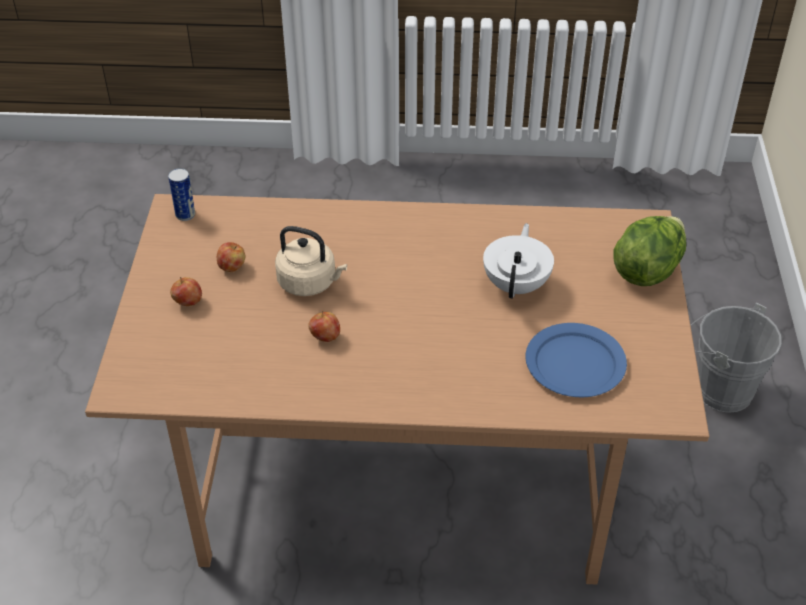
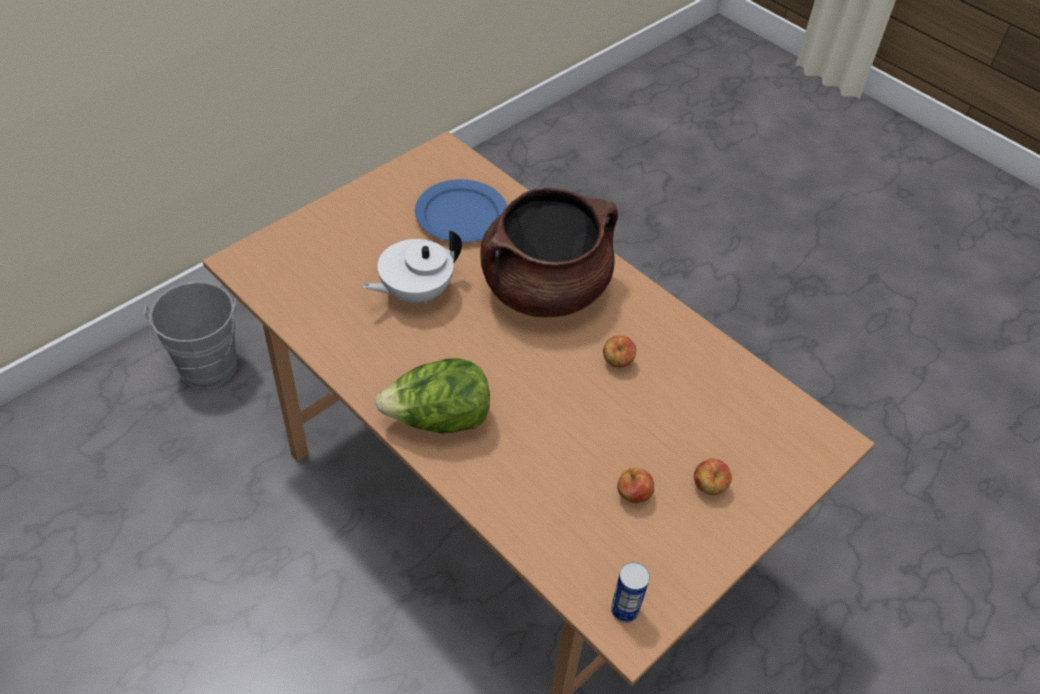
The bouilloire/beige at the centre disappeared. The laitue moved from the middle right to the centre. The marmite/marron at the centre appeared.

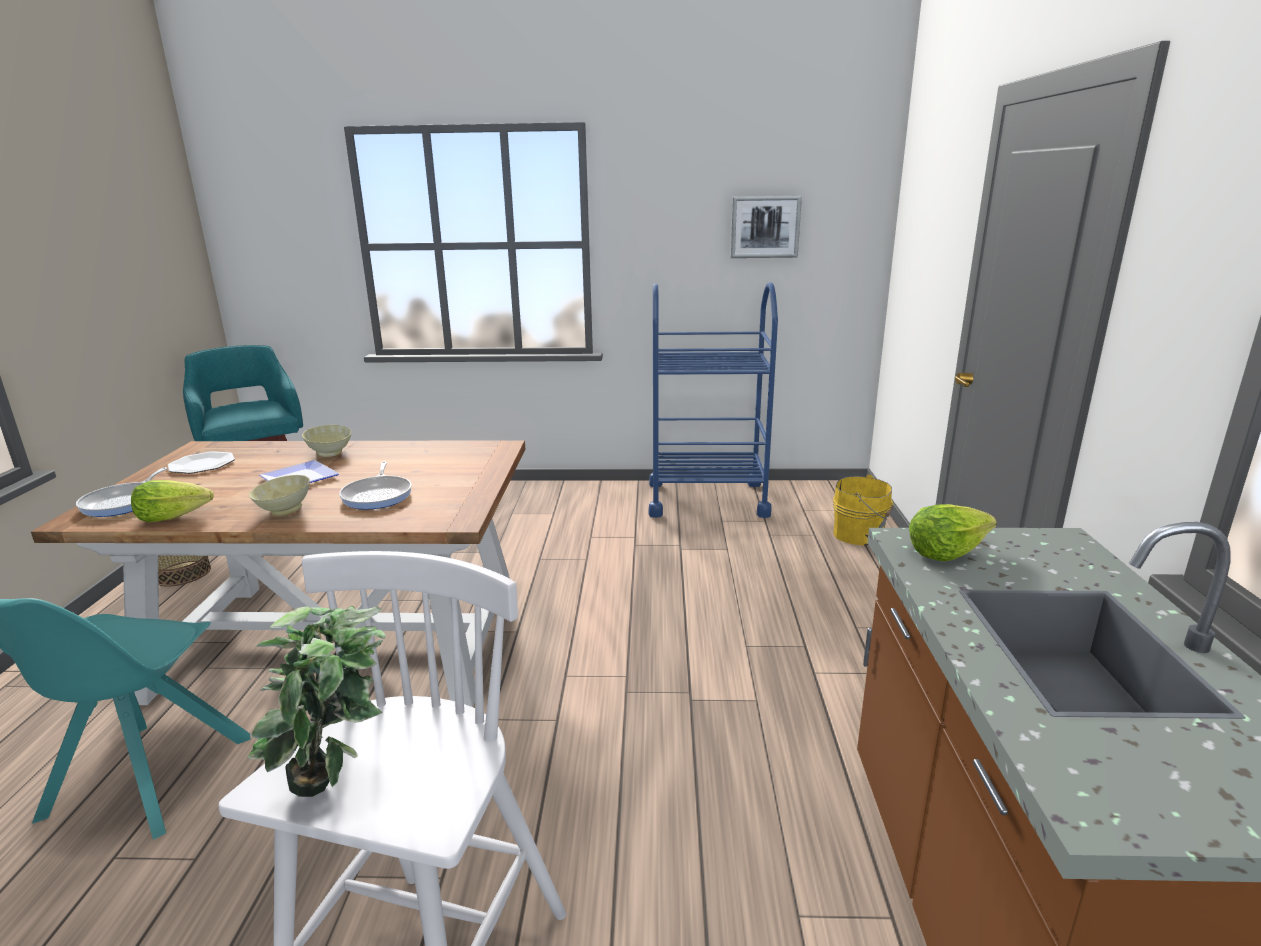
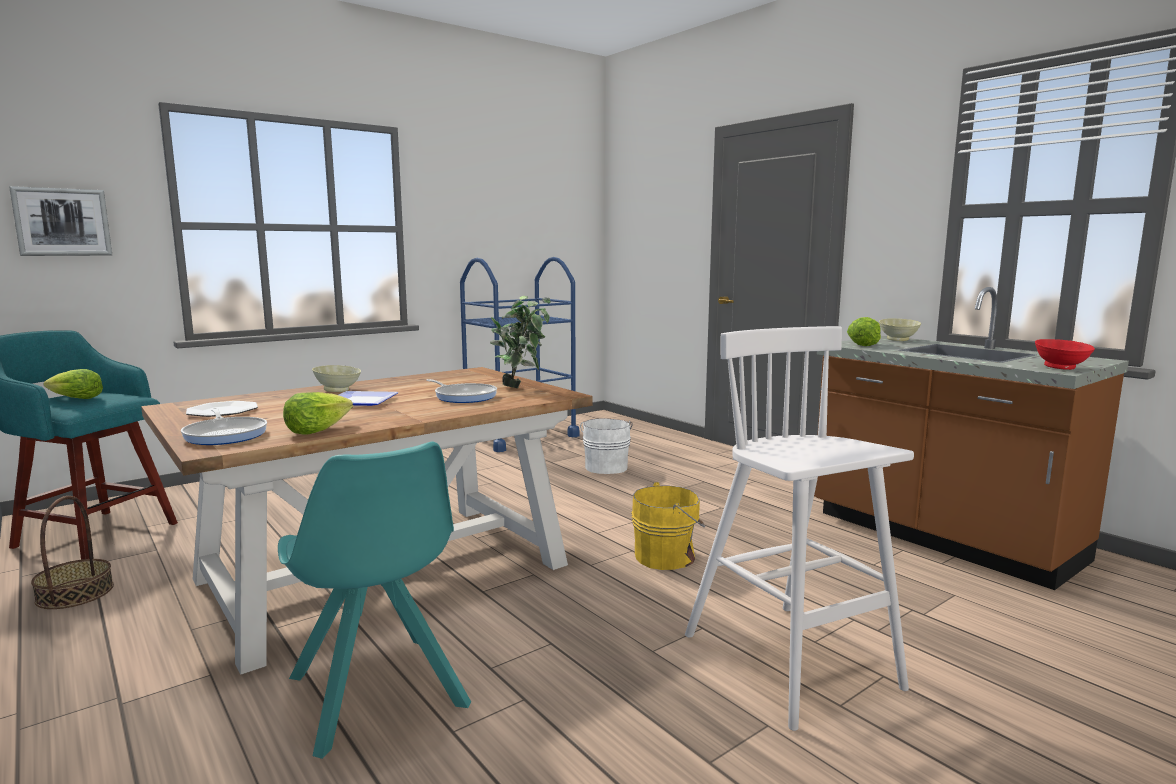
The plante en pot moved from the bottom left to the centre. The bol/beige (no. 1 from left in the first image) moved from the middle left to the middle right. The tableau moved from the top centre to the top left. The seau/jaune moved from the middle right to the bottom centre. The laitue (no. 1 from left) at the middle left appeared. The seau/blanc at the centre appeared. The bol/rouge at the middle right appeared.

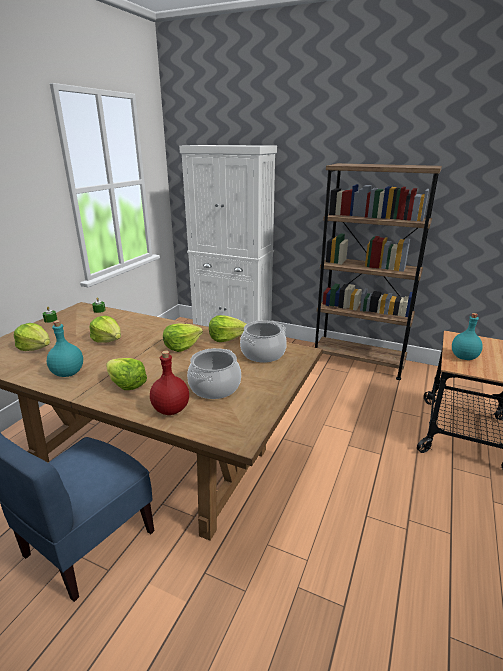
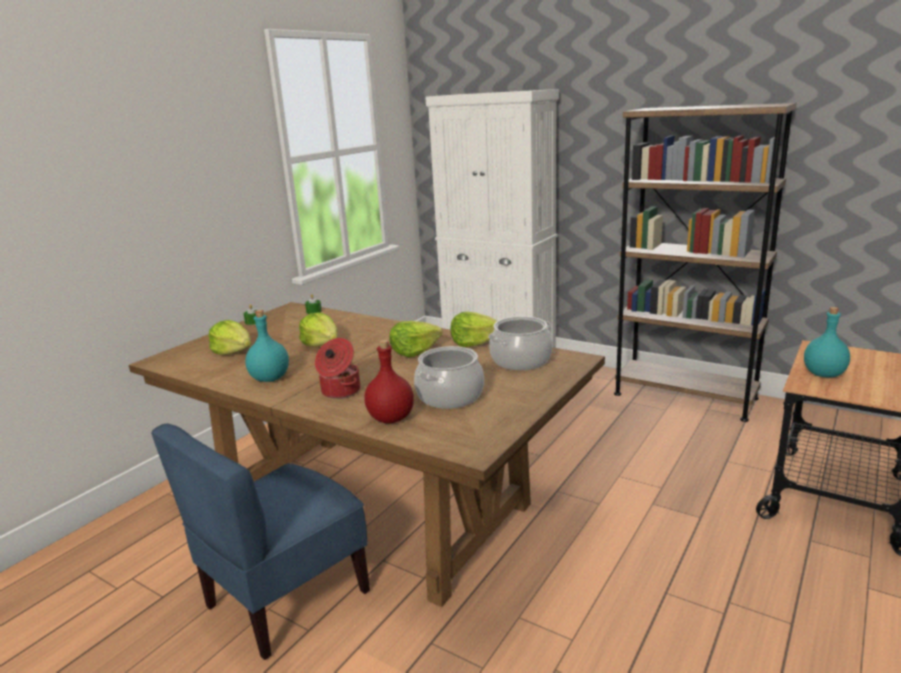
The laitue (no. 3 from left) at the middle left was replaced by the marmite (no. 1 from left) at the centre.

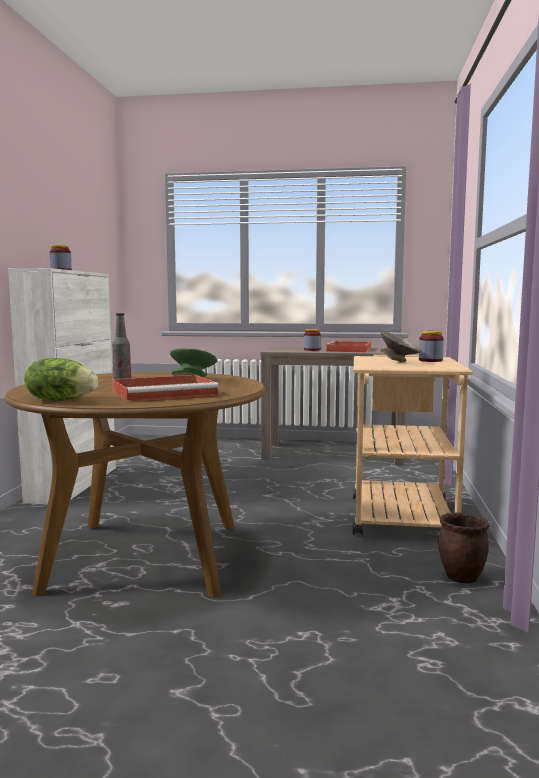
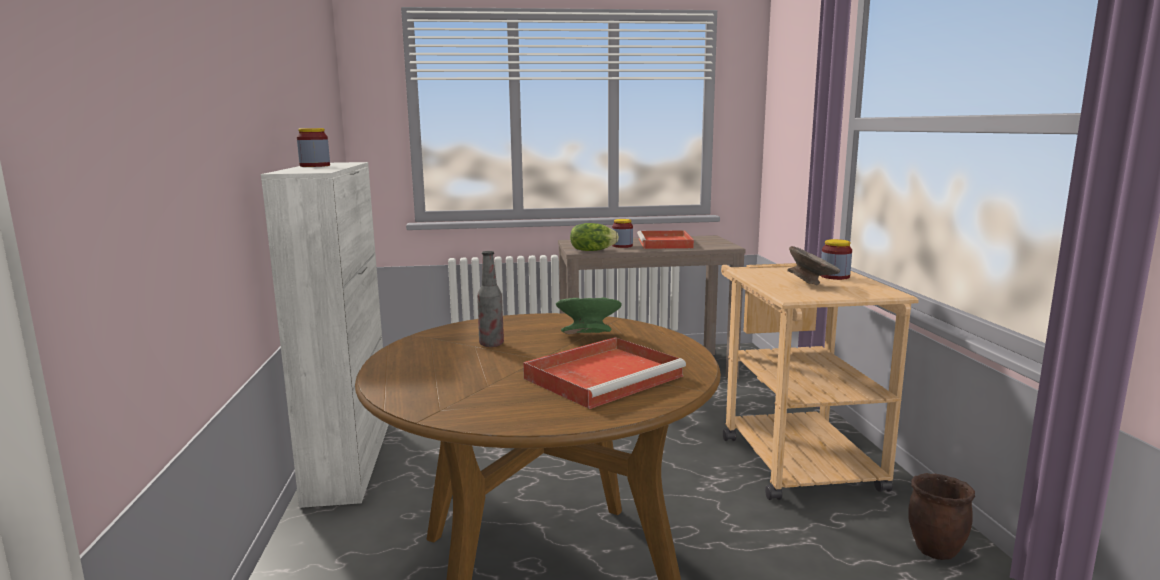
The laitue moved from the middle left to the centre.

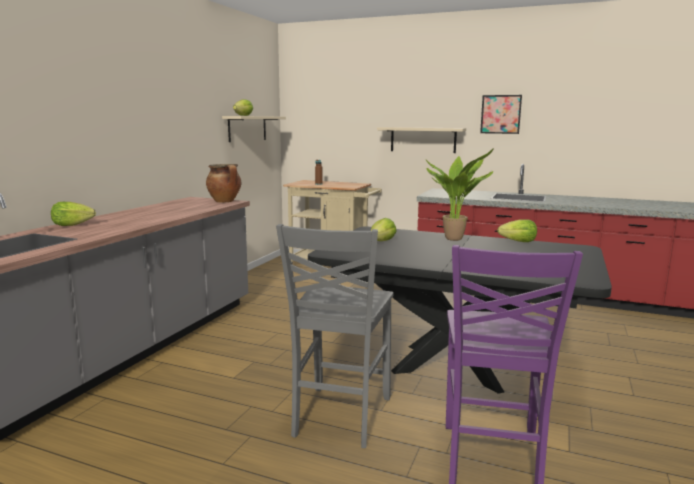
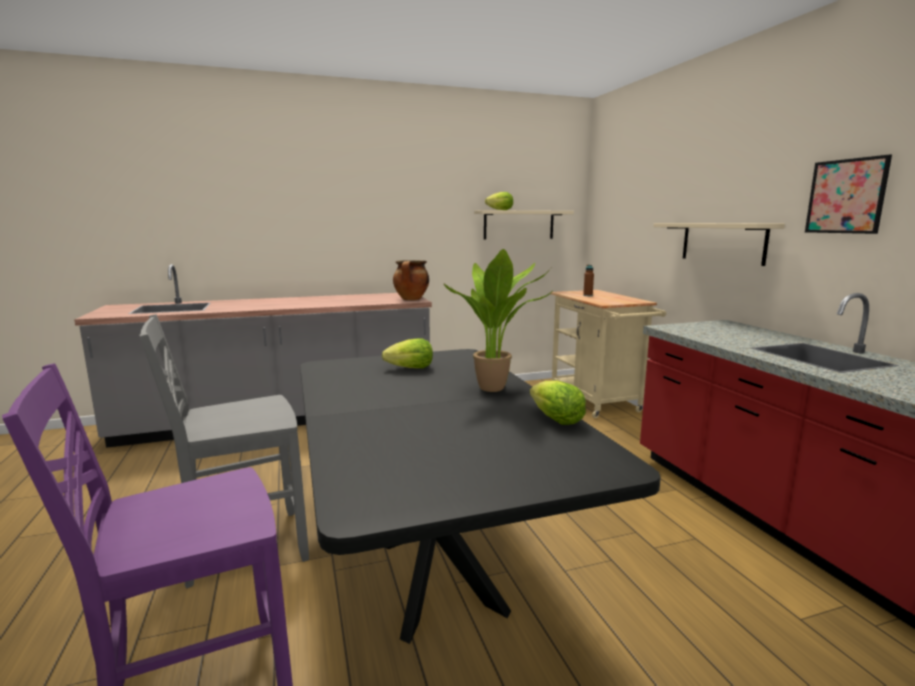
The laitue (no. 1 from left) at the middle left disappeared.

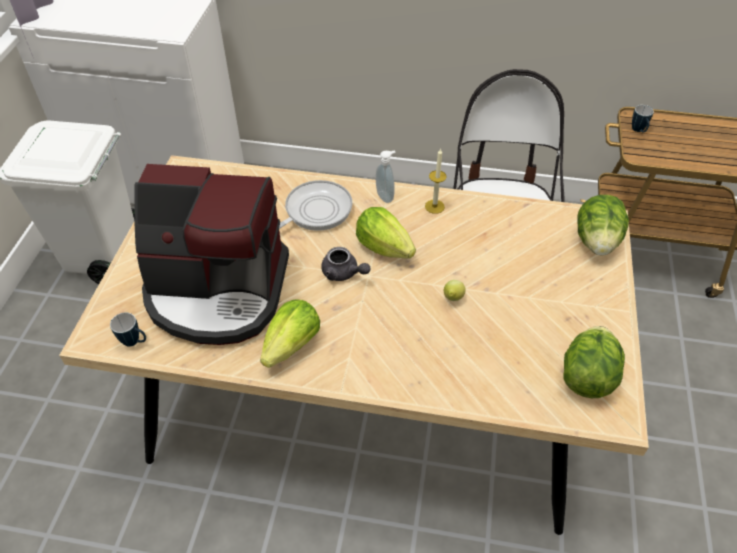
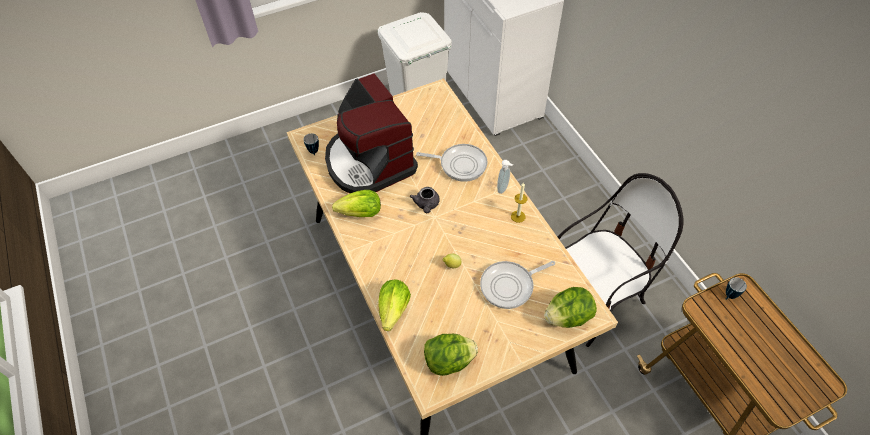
The laitue (no. 2 from left) moved from the centre to the bottom centre. The poêle (no. 2 from left) at the centre appeared.

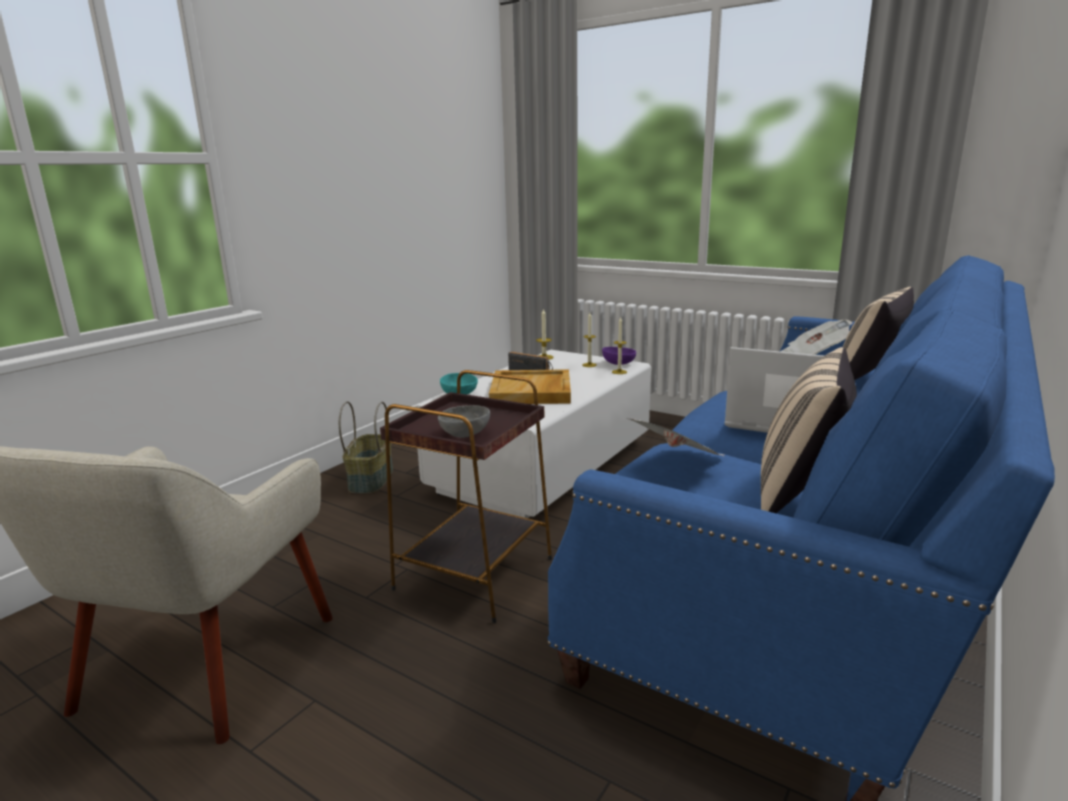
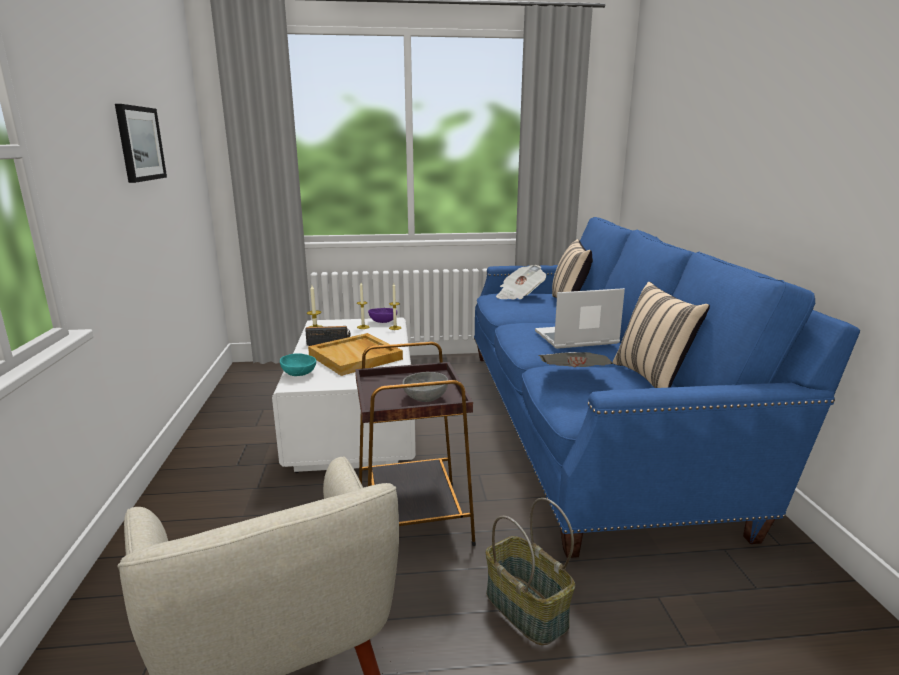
The panier moved from the centre to the bottom centre. The tableau at the top left appeared.

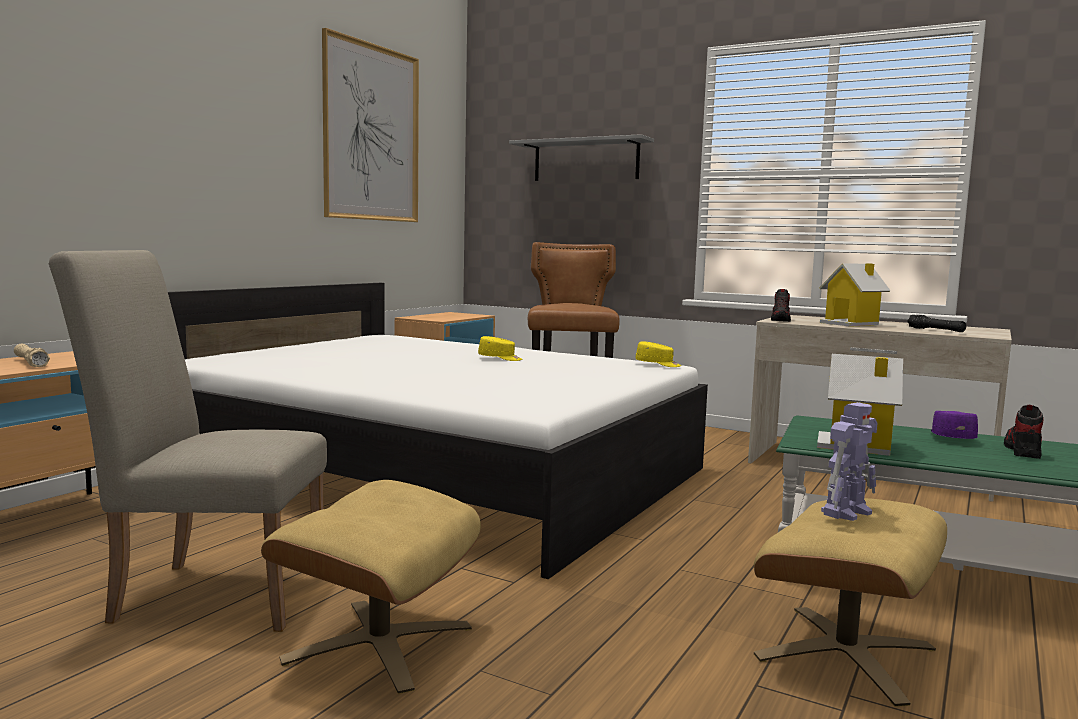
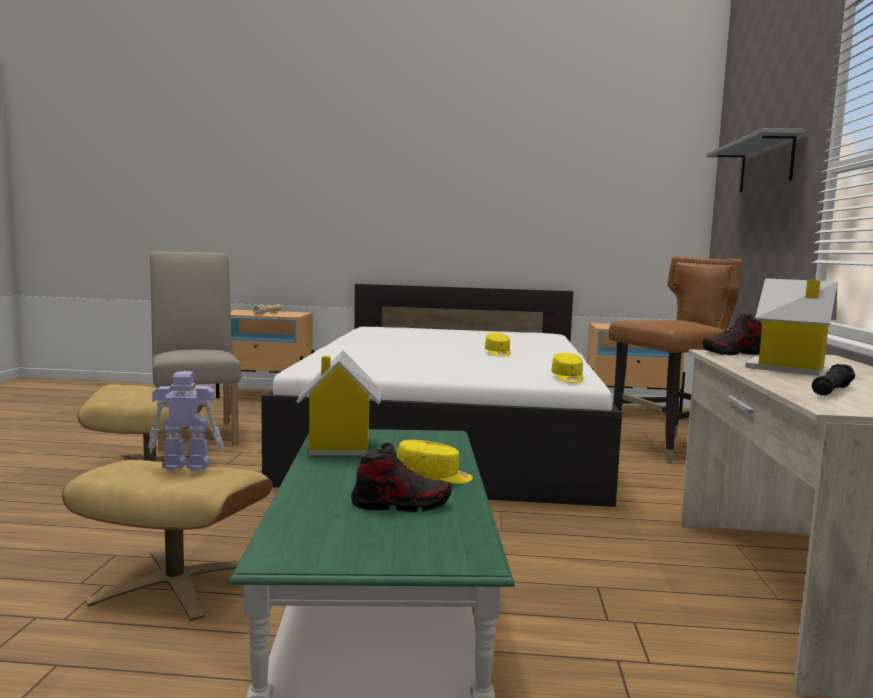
The tableau at the top centre disappeared. The robot jouet at the middle right turned 150 degrees clockwise. The casquette/violet at the middle right became the casquette/jaune (no. 1 from left) at the centre.

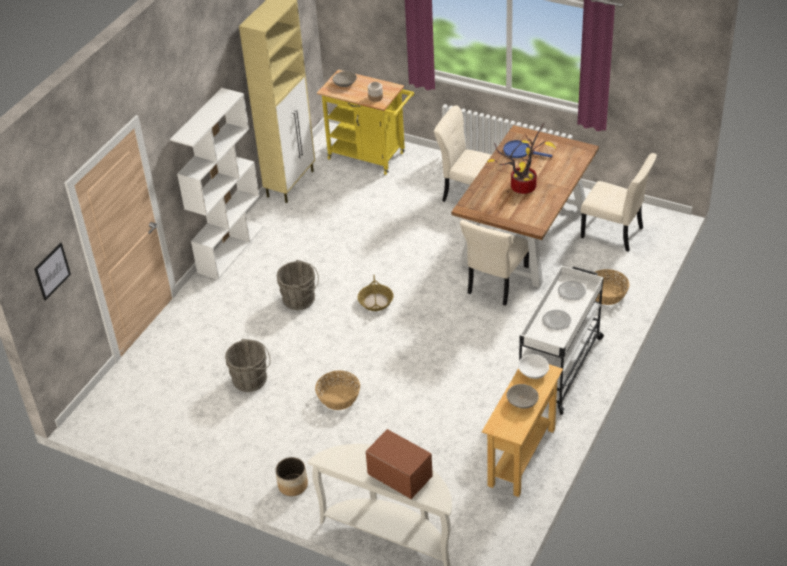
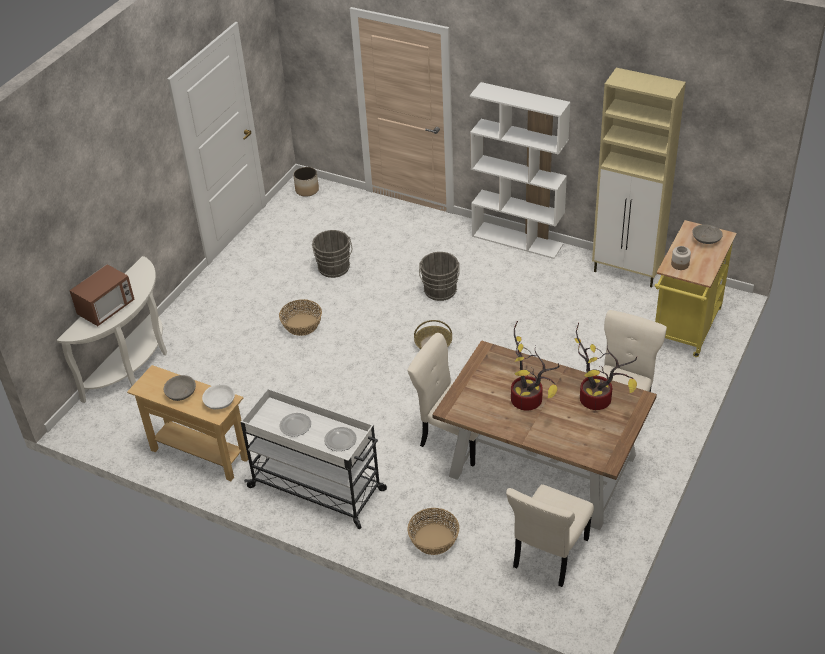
The tableau at the middle left disappeared. The cache-pot moved from the bottom centre to the top centre. The poêle/bleu at the top right was replaced by the plante en pot (no. 2 from left) at the middle right.

